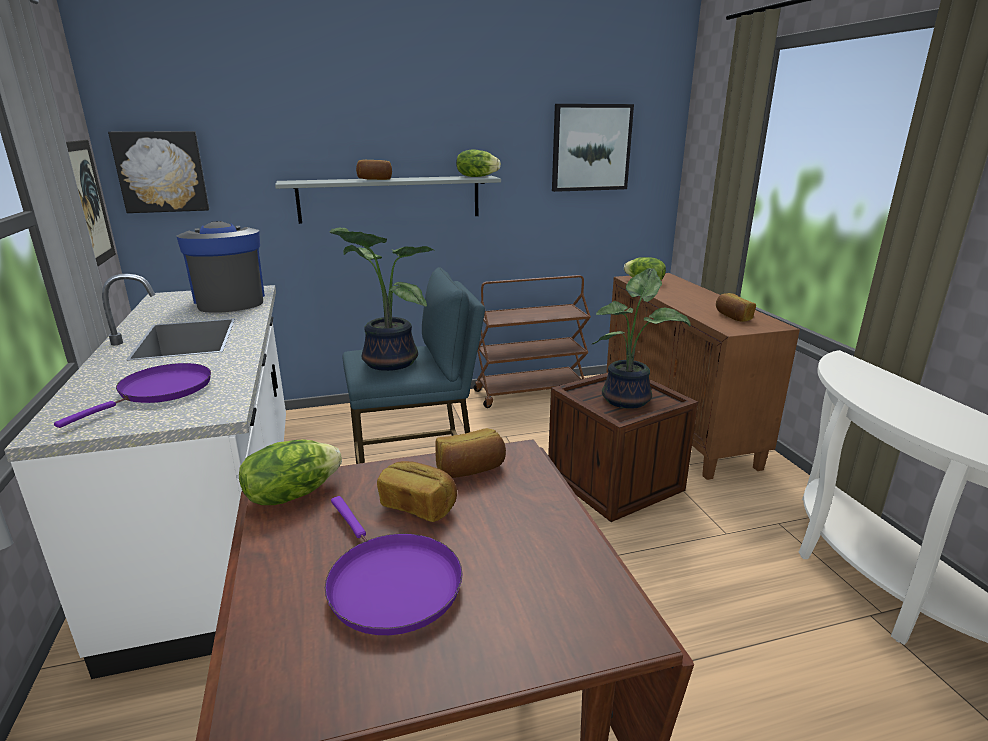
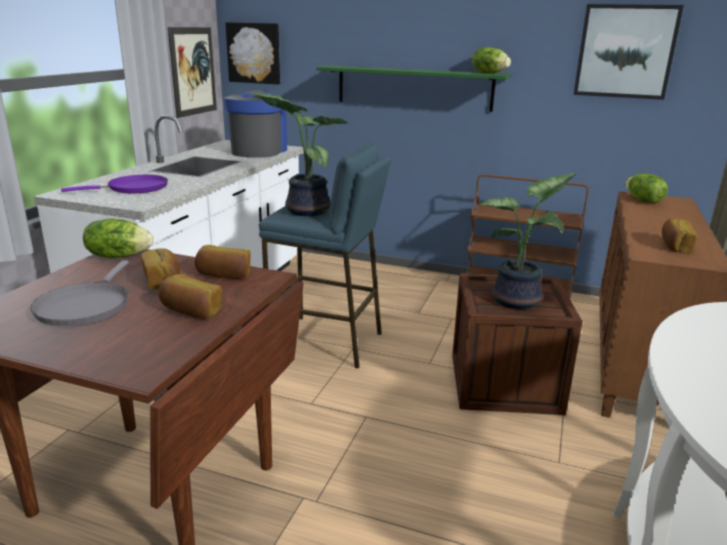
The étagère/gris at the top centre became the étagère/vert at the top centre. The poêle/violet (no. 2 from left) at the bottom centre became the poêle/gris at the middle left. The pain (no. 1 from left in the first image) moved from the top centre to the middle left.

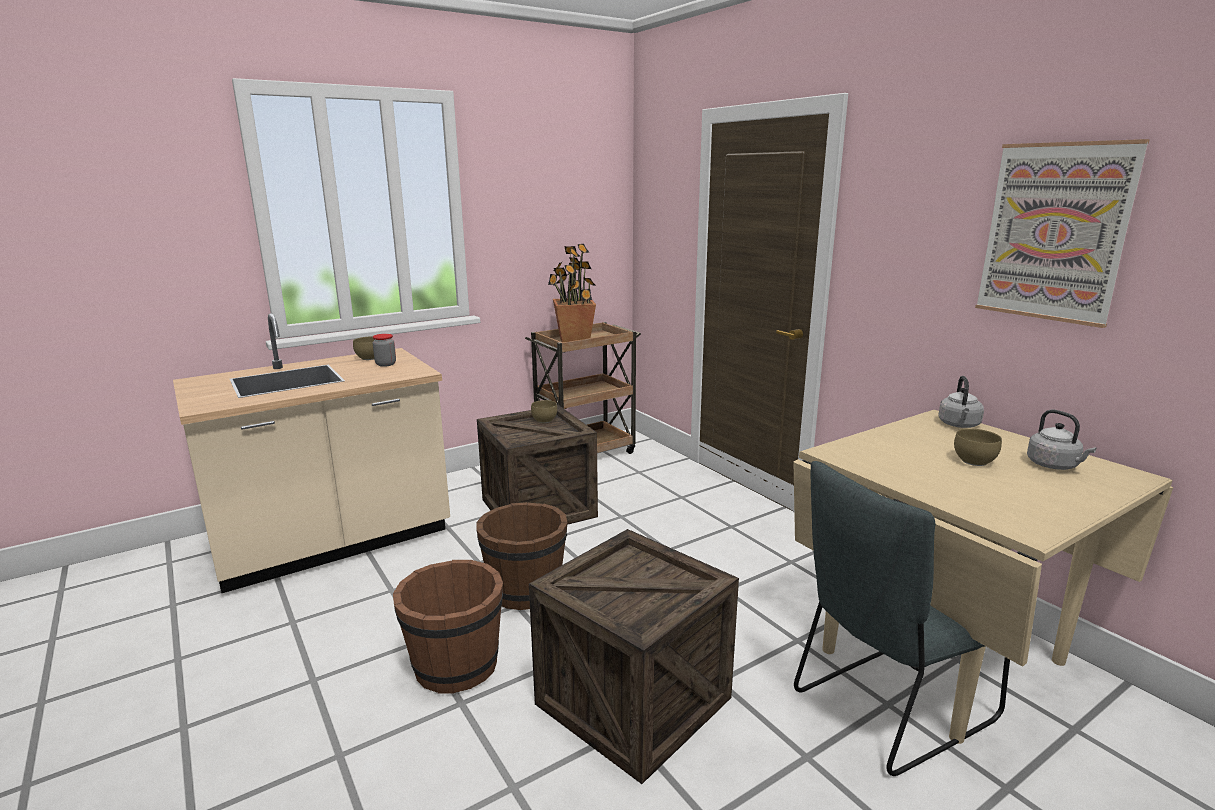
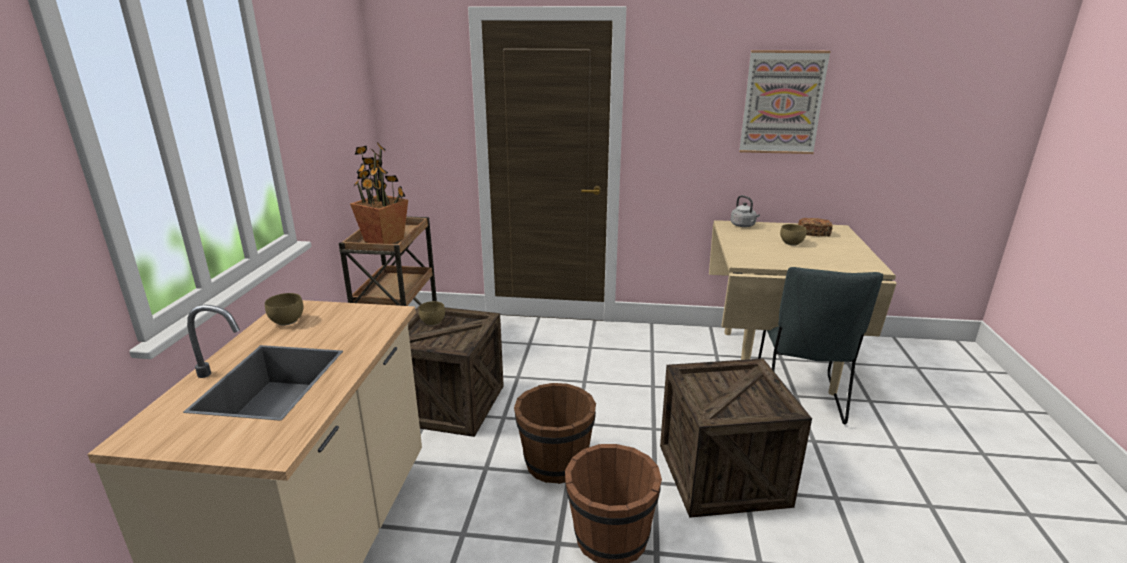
The bocal at the middle left disappeared. The bouilloire/gris (no. 2 from left) at the middle right was replaced by the pain at the middle right.

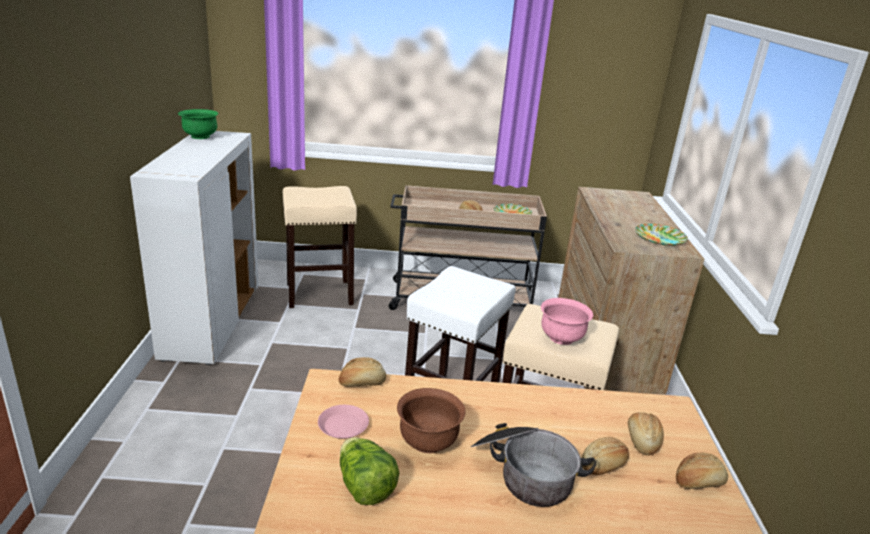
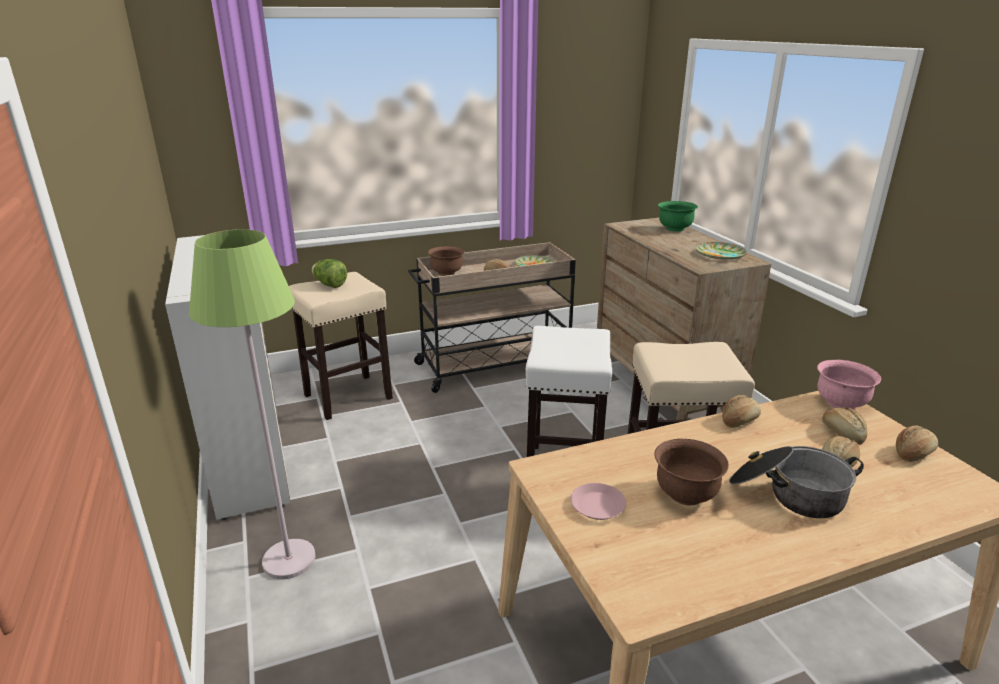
The bol/vert moved from the top left to the top right. The pain (no. 1 from left in the first image) moved from the bottom centre to the middle right. The laitue moved from the bottom centre to the middle left. The bol/rose moved from the centre to the middle right. The lampadaire/vert at the middle left appeared. The bol/marron (no. 1 from left) at the centre appeared.

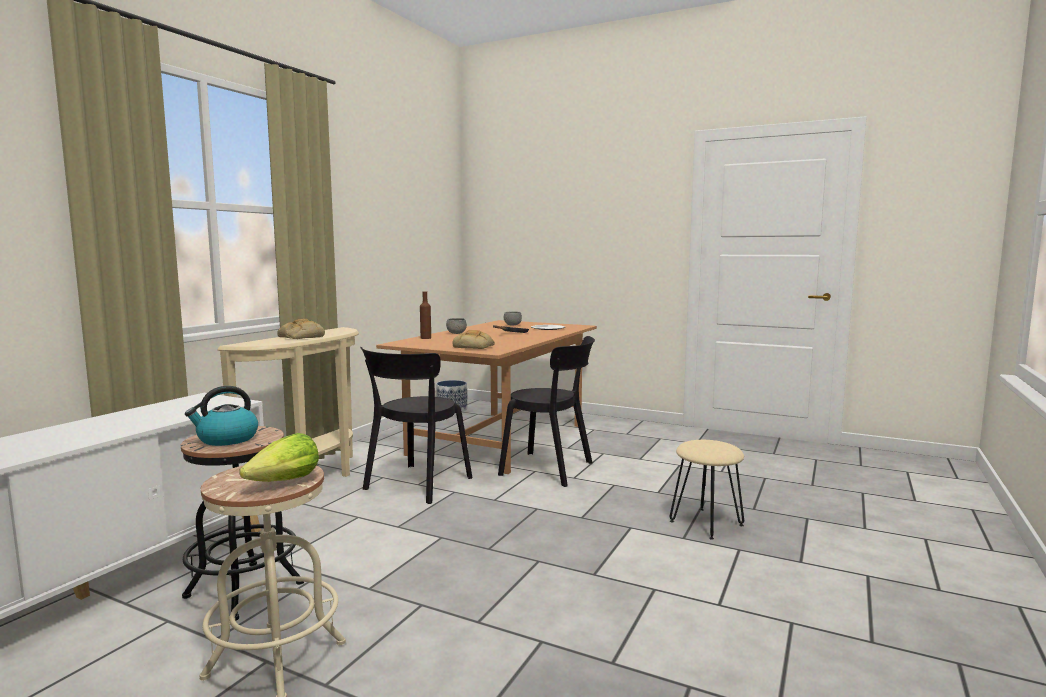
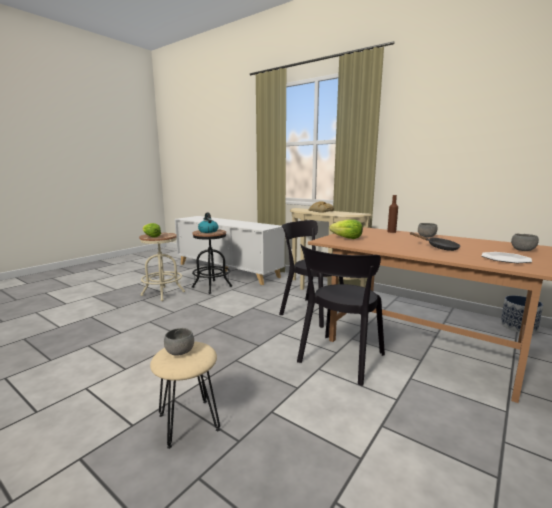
The pain (no. 2 from left) at the centre was replaced by the laitue (no. 2 from left) at the centre. The bol/gris (no. 1 from left) at the bottom left appeared.

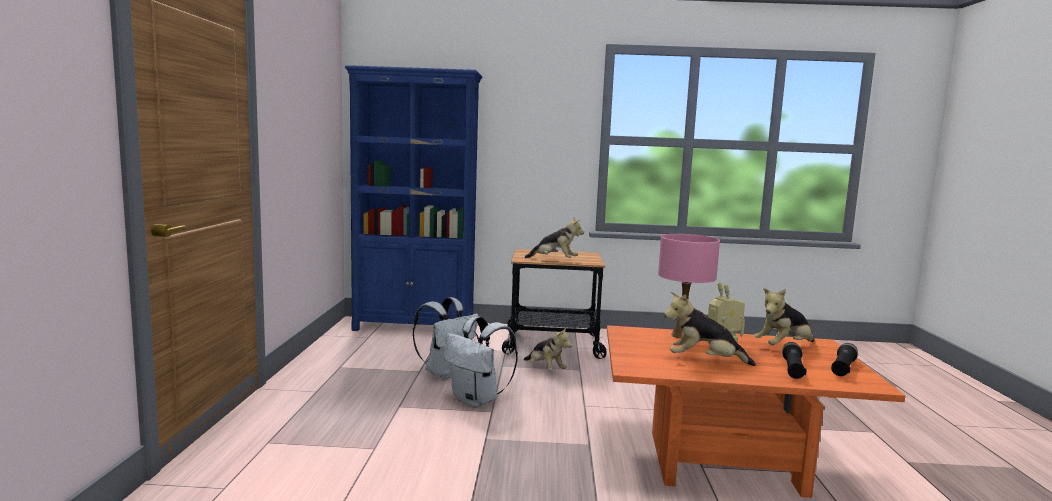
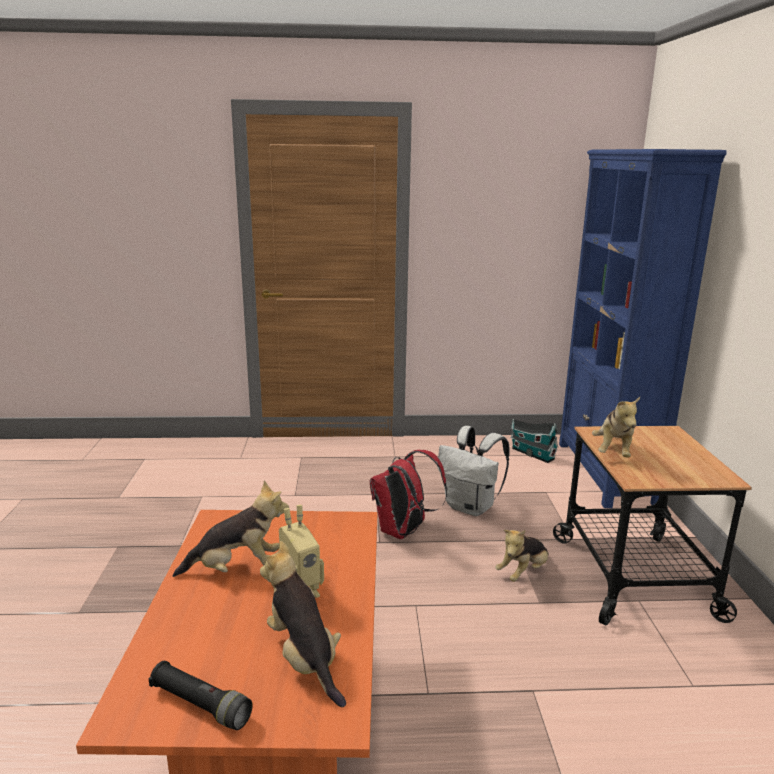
The sac à dos/blanc (no. 2 from left) at the bottom centre became the sac à dos/rouge at the centre. The lampe de table/rose at the centre disappeared. The peluche (no. 3 from left in the first image) at the middle right turned 75 degrees clockwise. The lampe de poche/noir (no. 1 from left) at the bottom right disappeared. The maison miniature at the middle right appeared.

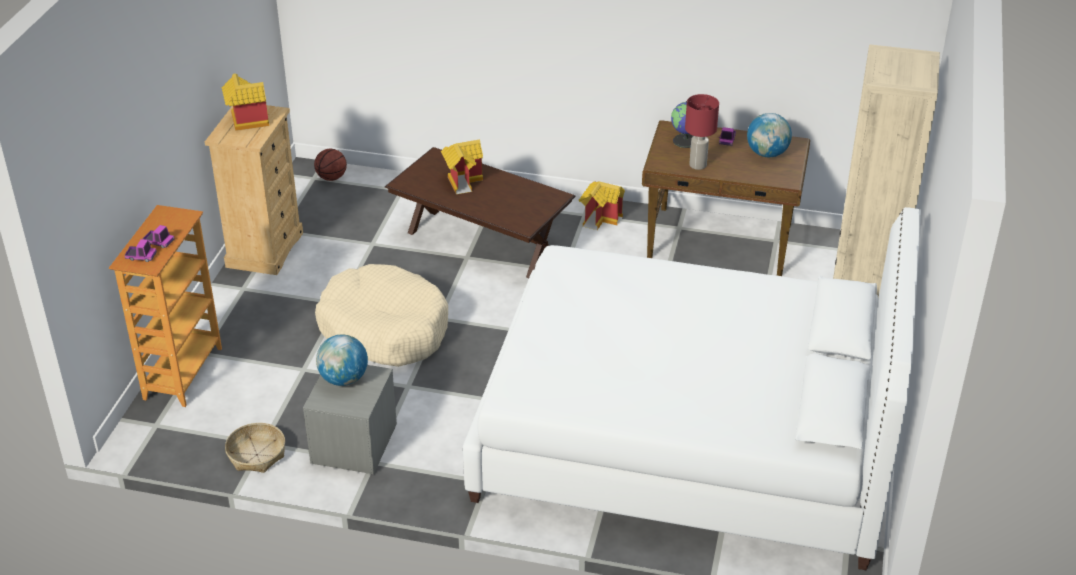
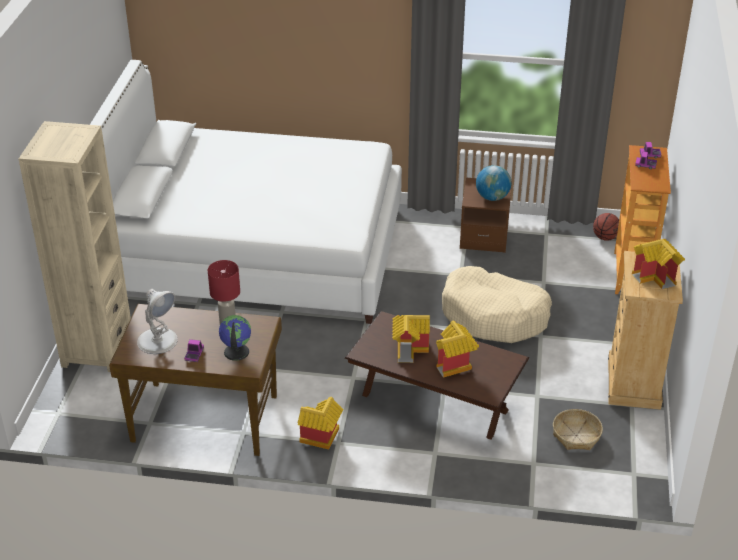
The panier moved from the bottom left to the bottom right. The table de chevet/gris at the bottom left became the table de chevet/marron at the centre. The ballon de basket moved from the top left to the middle right. The globe (no. 3 from left) at the top right was replaced by the lampe de table/blanc at the middle left. The maison miniature (no. 2 from left) at the centre appeared.

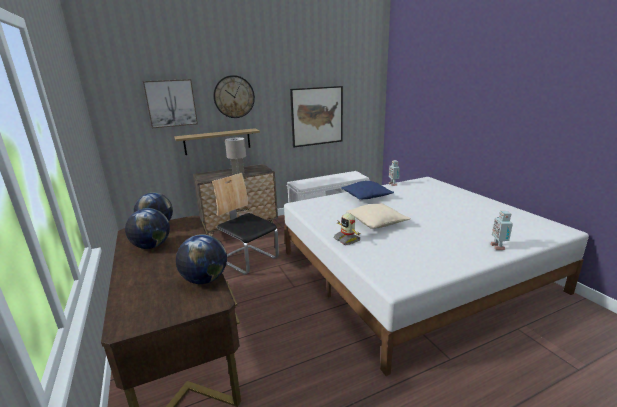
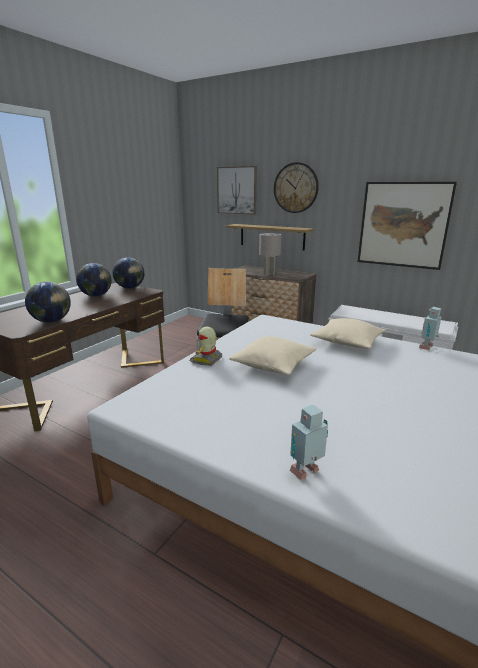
The coussin/bleu at the centre became the coussin/beige (no. 2 from left) at the middle right.

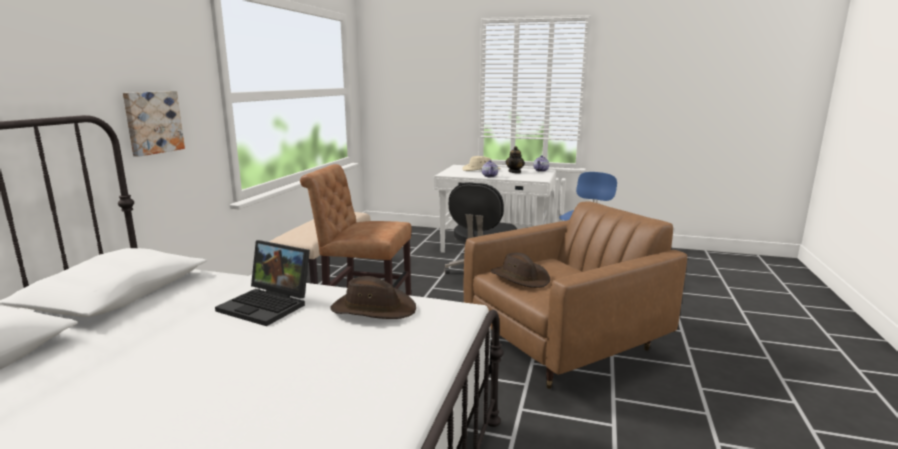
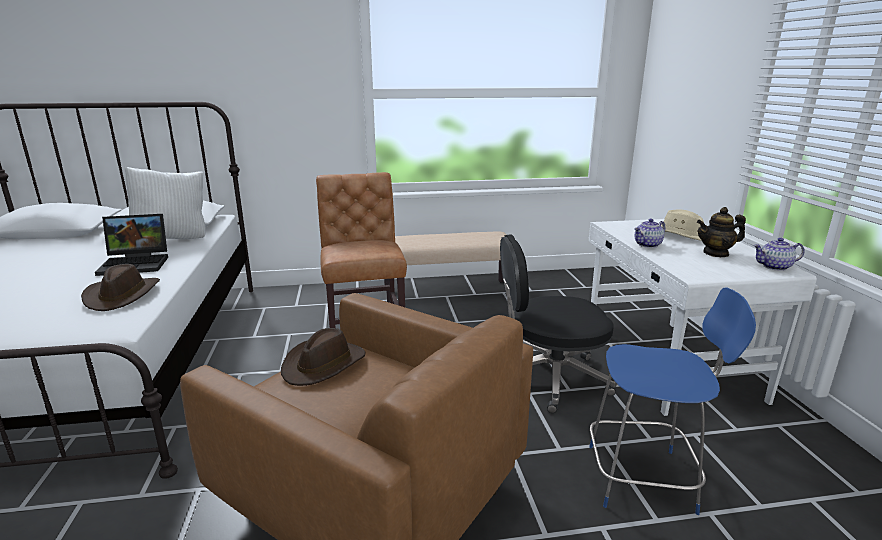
The tableau at the top left disappeared. The ordinateur portable at the middle left turned 105 degrees counterclockwise. The coussin/blanc at the middle left appeared.

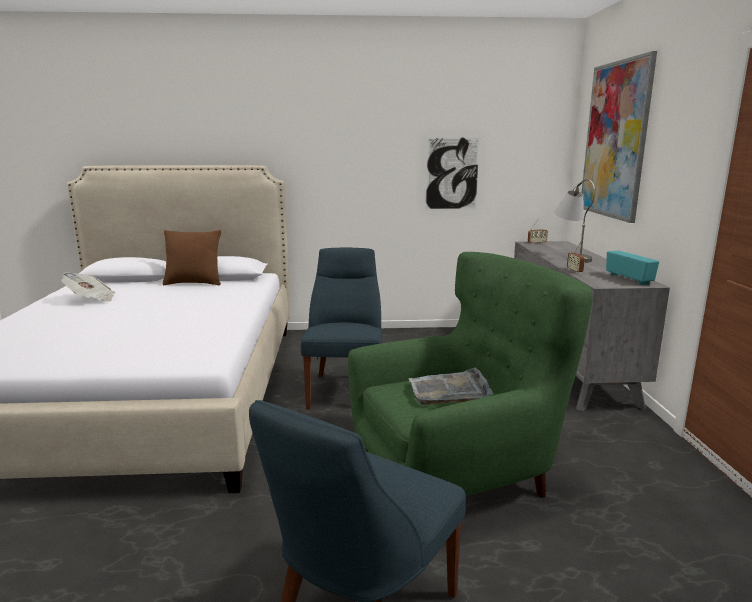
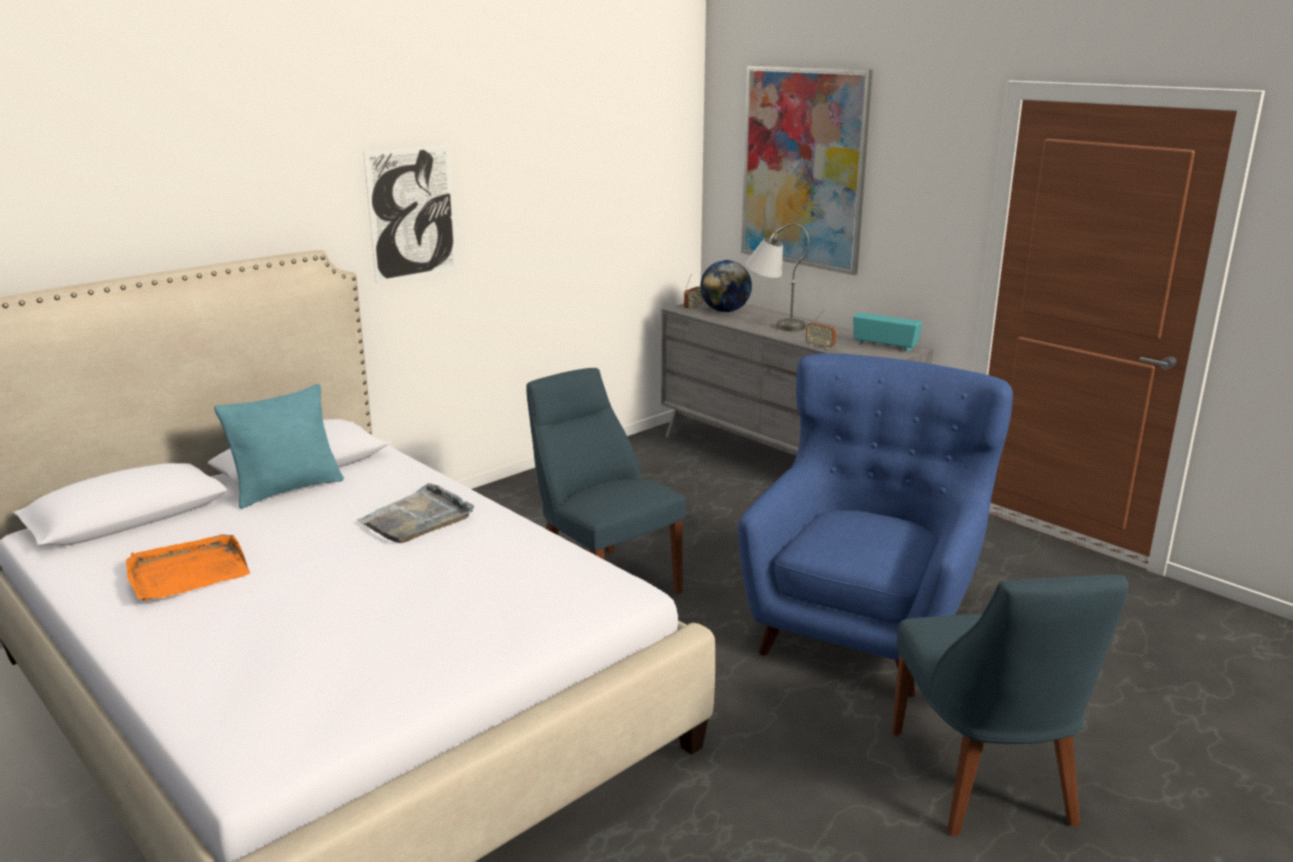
The journal at the middle left was replaced by the plateau/orange at the middle left. The coussin/marron at the middle left became the coussin/turquoise at the middle left. The fauteuil/vert at the centre became the fauteuil/bleu at the middle right. The plateau/gris moved from the centre to the middle left. The tableau (no. 1 from left) moved from the top centre to the top left. The globe at the top centre appeared.

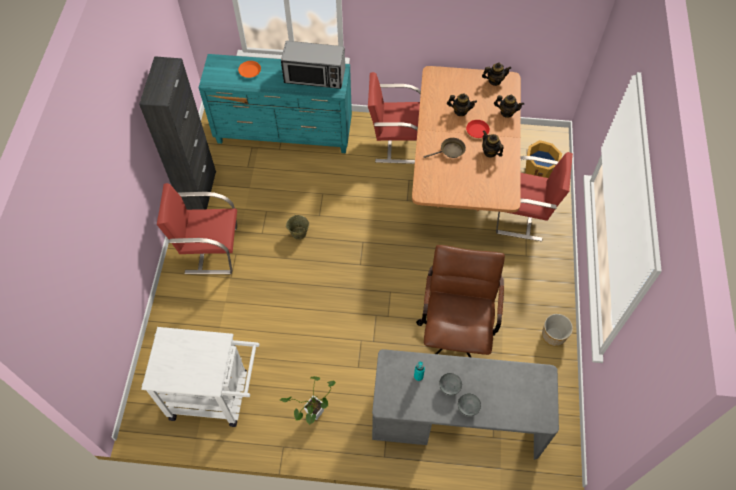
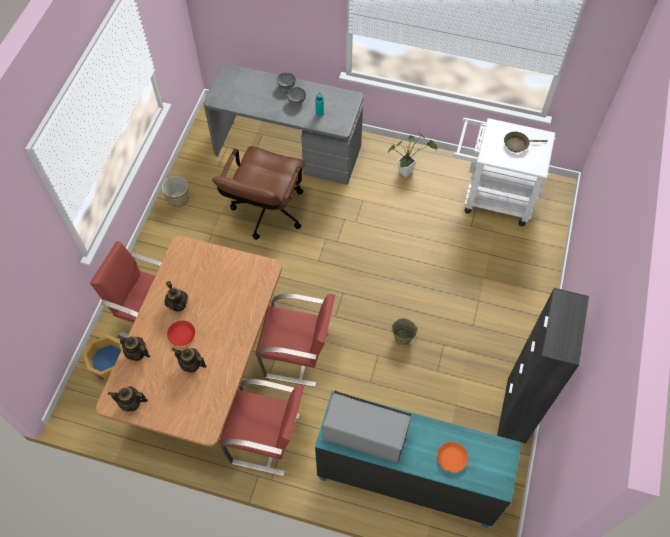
The chaise/rouge (no. 1 from left in the first image) moved from the middle left to the centre. The poêle/marron moved from the top centre to the top right.

